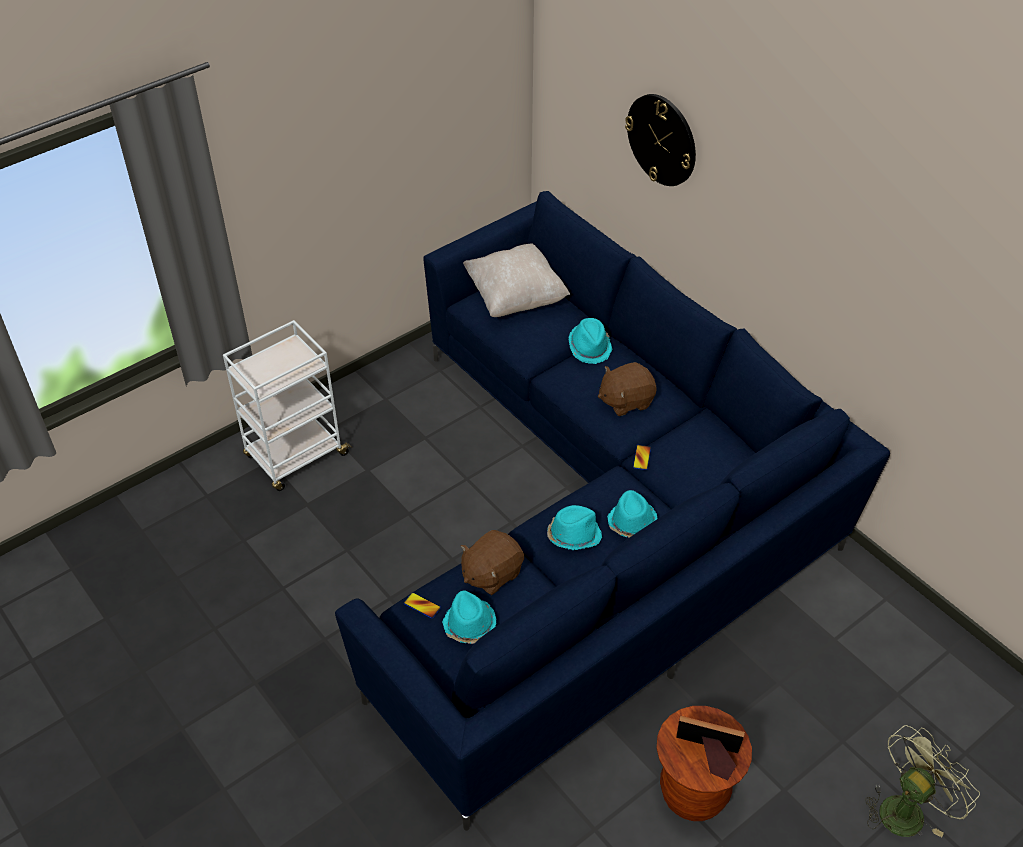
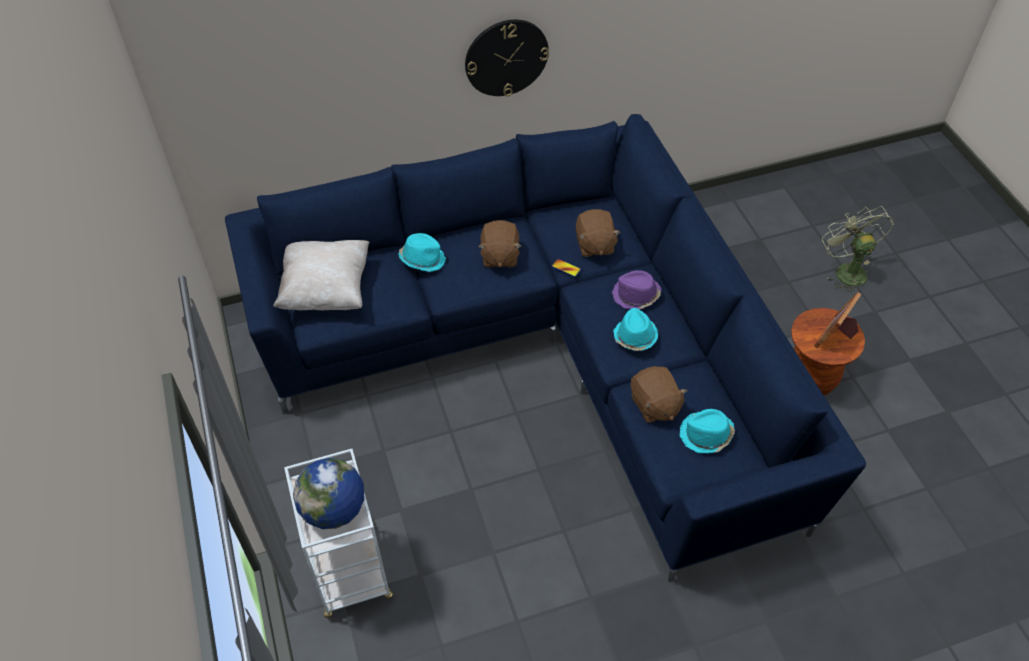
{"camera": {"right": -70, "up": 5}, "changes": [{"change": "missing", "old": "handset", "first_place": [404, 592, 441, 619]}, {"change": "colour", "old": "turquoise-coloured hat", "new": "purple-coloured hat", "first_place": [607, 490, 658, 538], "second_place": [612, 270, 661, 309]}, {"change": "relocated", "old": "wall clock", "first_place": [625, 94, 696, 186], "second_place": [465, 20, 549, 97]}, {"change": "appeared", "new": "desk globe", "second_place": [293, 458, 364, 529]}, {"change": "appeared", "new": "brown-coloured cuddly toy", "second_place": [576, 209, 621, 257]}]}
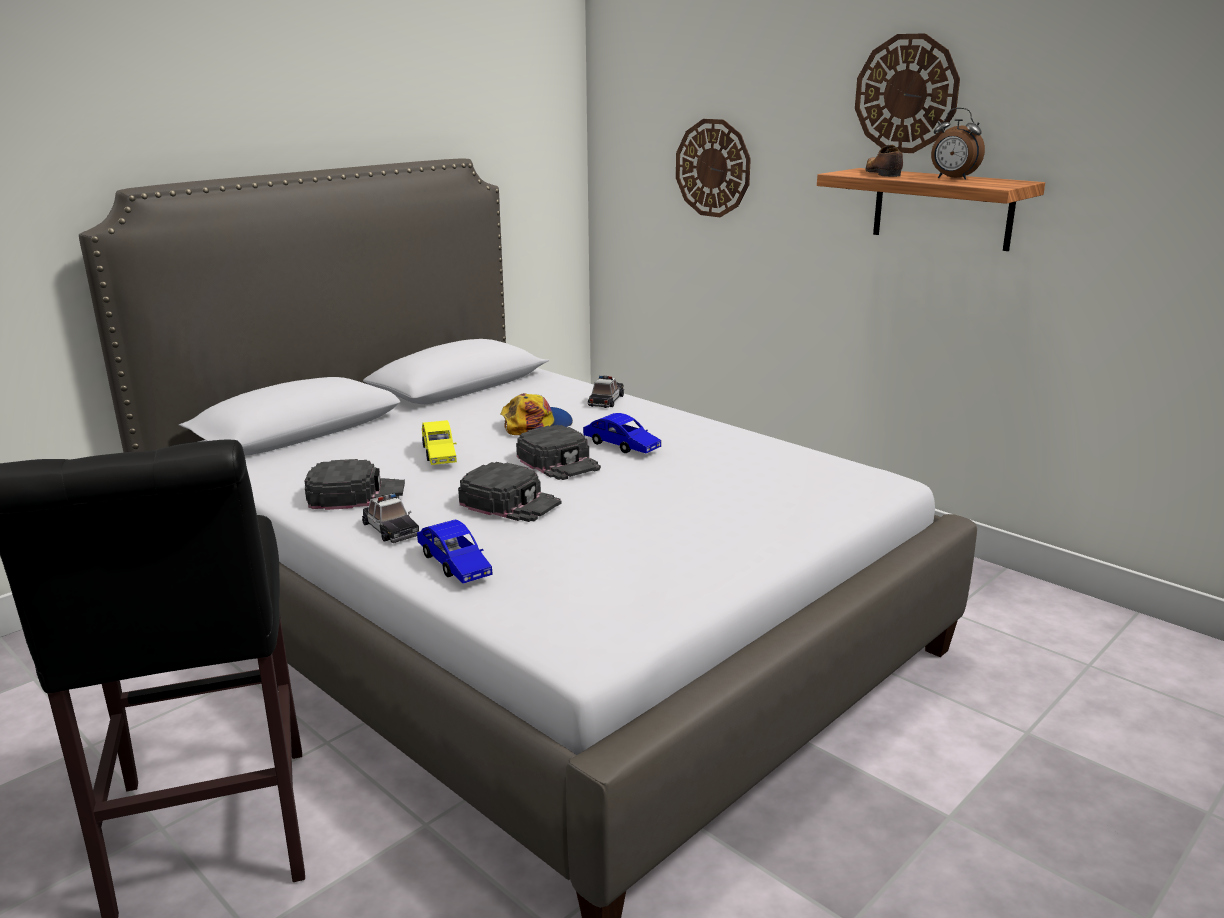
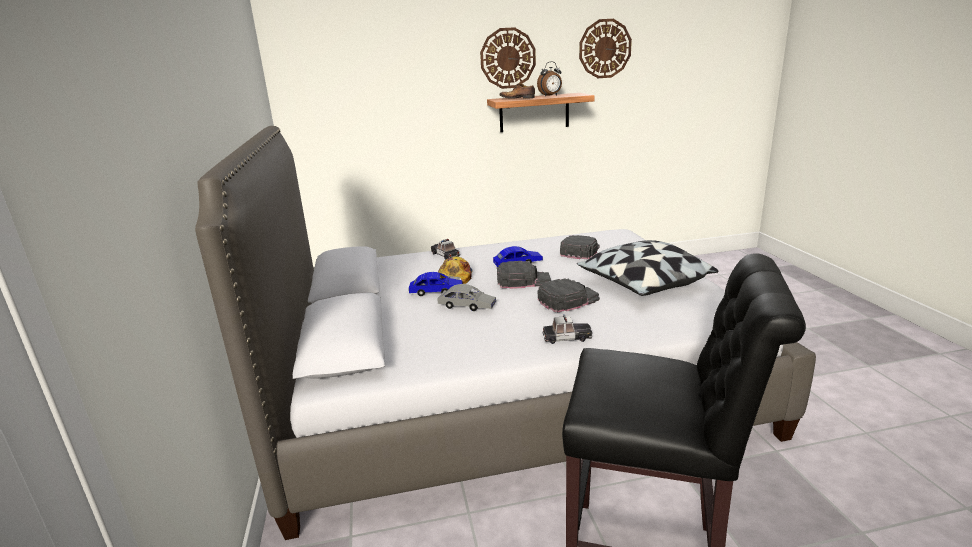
{"camera": {"right": -55, "up": 0}, "changes": [{"change": "relocated", "old": "black cap", "first_place": [305, 459, 405, 510], "second_place": [560, 235, 600, 259]}, {"change": "relocated", "old": "blue-coloured model car", "first_place": [417, 520, 493, 584], "second_place": [409, 272, 463, 296]}, {"change": "colour", "old": "yellowish model car", "new": "gray model car", "first_place": [422, 420, 457, 465], "second_place": [437, 284, 496, 311]}, {"change": "relocated", "old": "wall clock", "first_place": [676, 119, 751, 217], "second_place": [579, 19, 632, 78]}, {"change": "appeared", "new": "cushion", "second_place": [577, 240, 719, 296]}]}
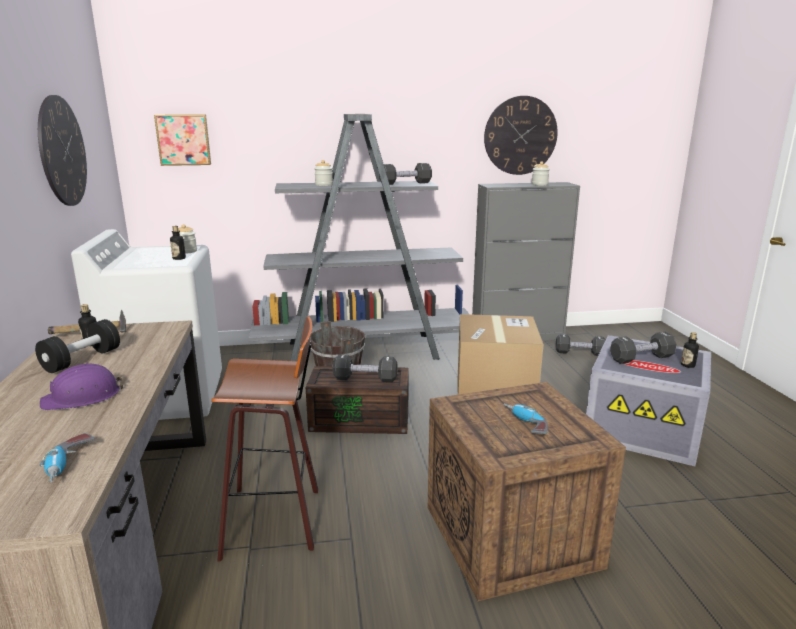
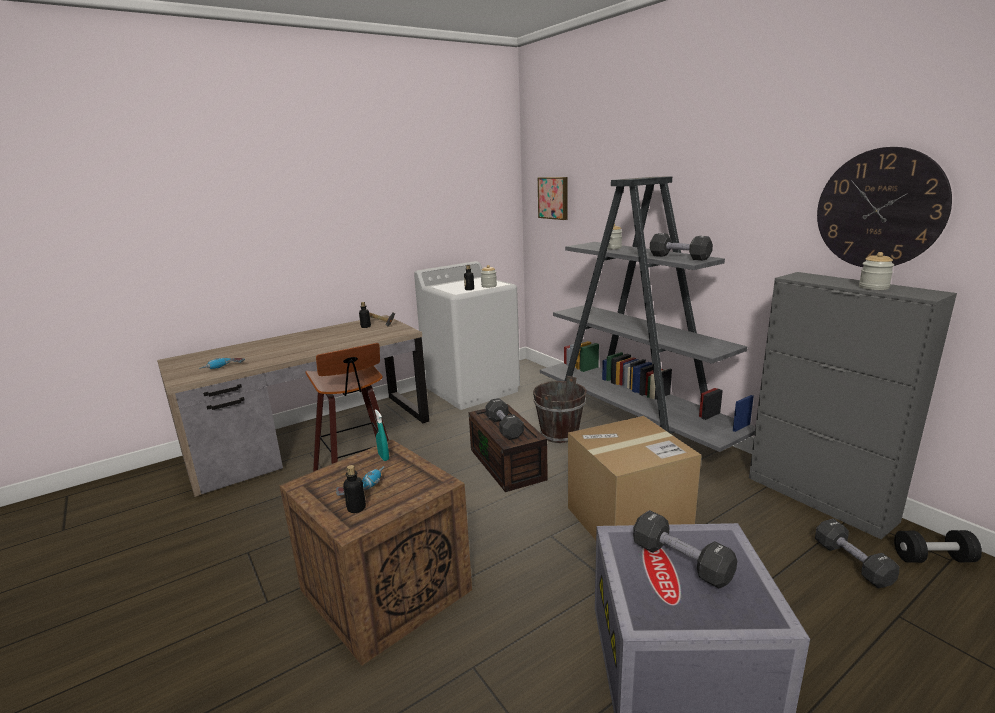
{"camera": {"right": 65, "up": 0}, "changes": [{"change": "relocated", "old": "black dumbbell", "first_place": [35, 319, 120, 373], "second_place": [894, 530, 982, 563]}, {"change": "missing", "old": "wall clock", "first_place": [38, 95, 87, 206]}, {"change": "missing", "old": "purple-coloured hard hat", "first_place": [40, 363, 123, 410]}, {"change": "relocated", "old": "beverage bottle", "first_place": [681, 332, 699, 368], "second_place": [343, 465, 366, 513]}, {"change": "appeared", "new": "turquoise-coloured spray bottle", "second_place": [375, 409, 389, 461]}]}
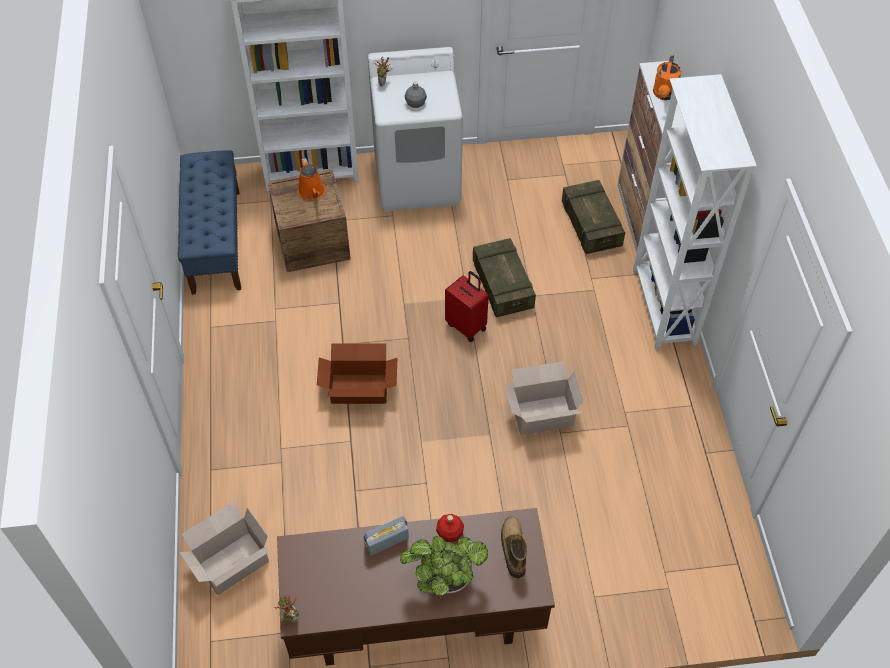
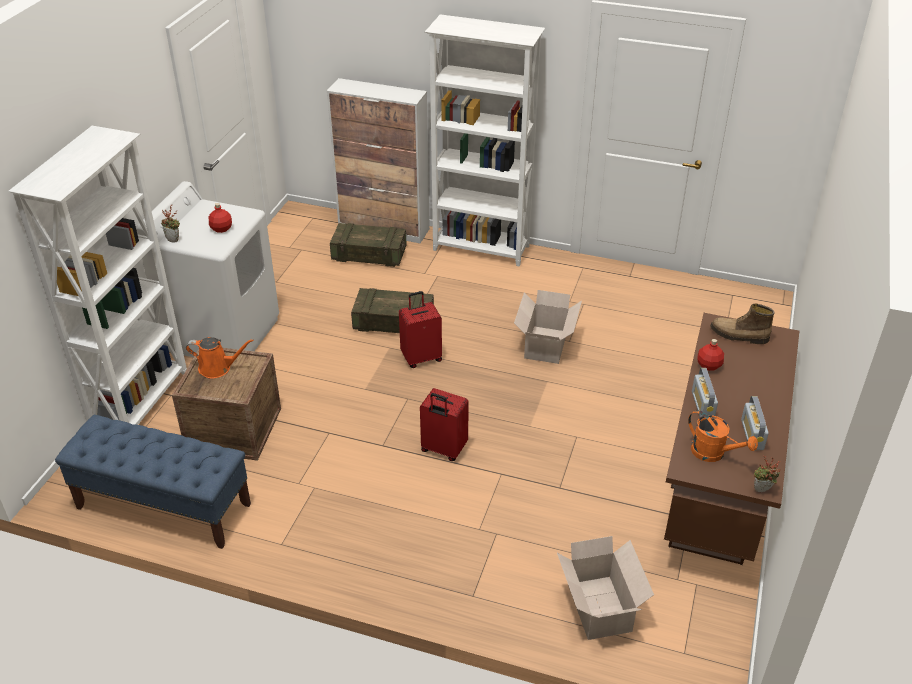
{"camera": {"right": -65, "up": -15}, "changes": [{"change": "exchanged", "old": "packing box", "new": "reddish piece of luggage", "first_place": [317, 344, 397, 404], "second_place": [420, 388, 469, 461]}, {"change": "missing", "old": "potted plant", "first_place": [400, 536, 488, 596]}, {"change": "colour", "old": "gray beverage bottle", "new": "reddish beverage bottle", "first_place": [405, 81, 427, 108], "second_place": [209, 203, 232, 233]}, {"change": "relocated", "old": "orange-coloured watering can", "first_place": [653, 55, 682, 100], "second_place": [688, 410, 758, 462]}, {"change": "appeared", "new": "radio set", "second_place": [741, 396, 769, 450]}]}
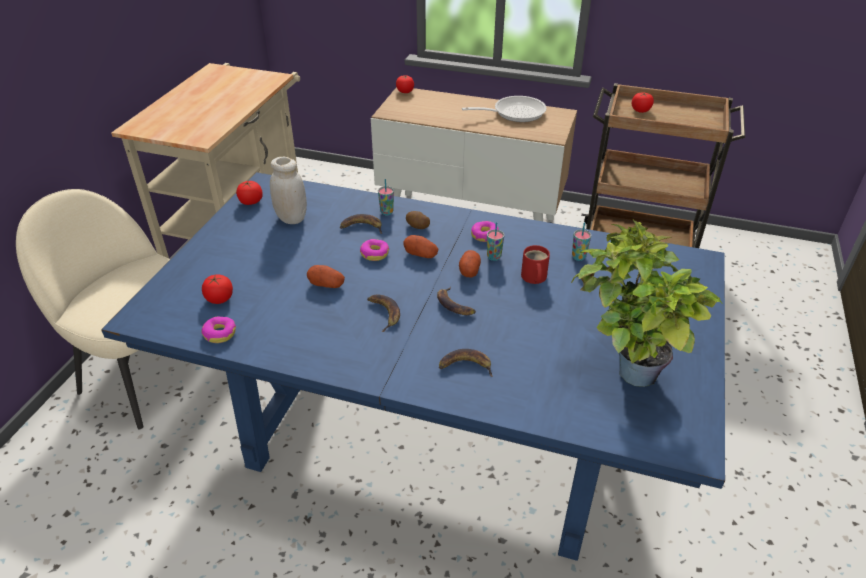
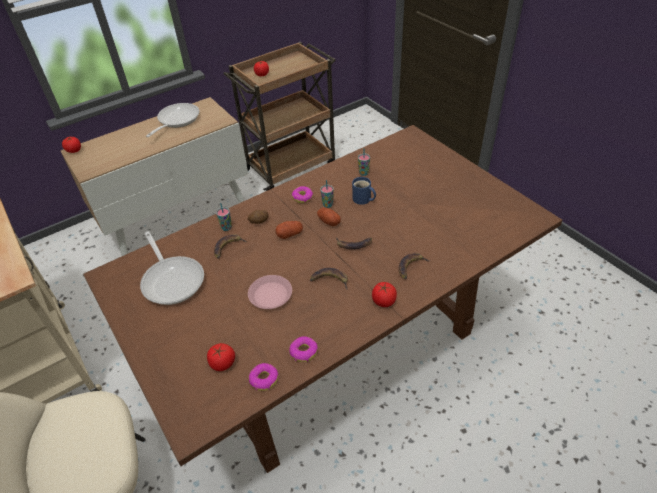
{"camera": {"right": -50, "up": 5}, "changes": [{"change": "colour", "old": "blue-coloured dinner table", "new": "brown-coloured dinner table", "first_place": [101, 172, 725, 561], "second_place": [83, 125, 562, 473]}, {"change": "relocated", "old": "whole tomato", "first_place": [236, 180, 263, 205], "second_place": [372, 282, 397, 307]}, {"change": "exchanged", "old": "white jar", "new": "frying pan", "first_place": [270, 157, 307, 224], "second_place": [140, 231, 204, 305]}, {"change": "exchanged", "old": "potato", "new": "pink plate", "first_place": [307, 265, 345, 288], "second_place": [248, 275, 292, 309]}, {"change": "relocated", "old": "donut", "first_place": [360, 239, 389, 261], "second_place": [289, 336, 318, 362]}, {"change": "colour", "old": "reddish coffee mug", "new": "blue-coloured coffee mug", "first_place": [521, 245, 550, 284], "second_place": [352, 177, 376, 205]}, {"change": "missing", "old": "potted plant", "first_place": [571, 220, 722, 387]}]}
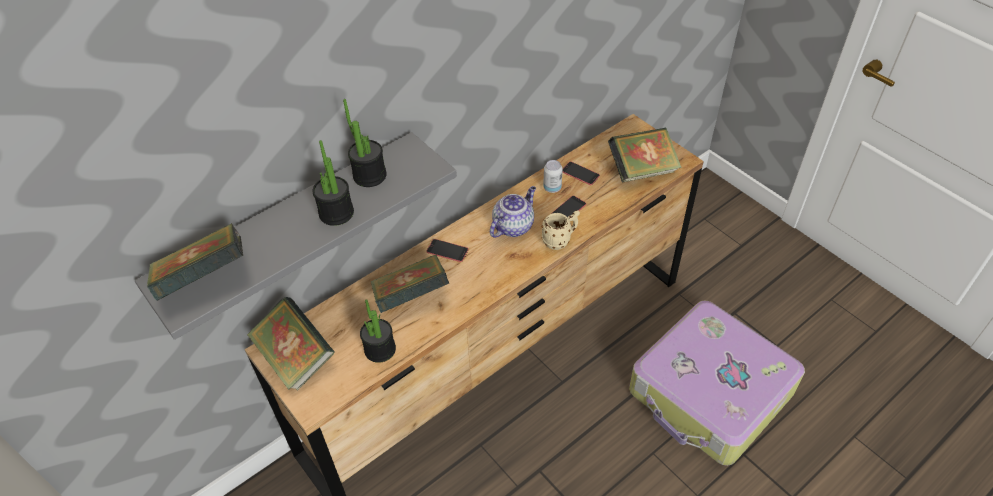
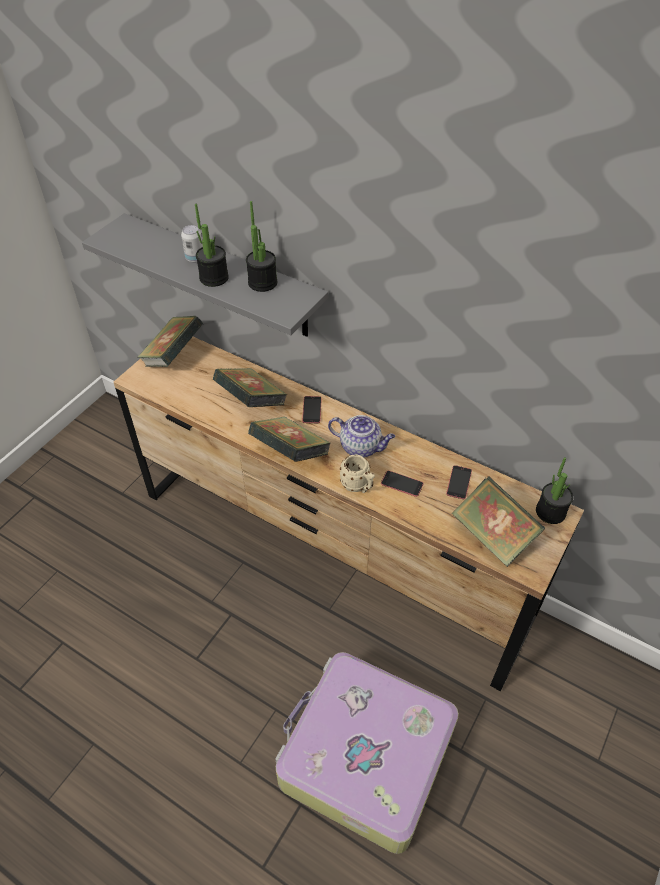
{"camera": {"right": 70, "up": 0}, "changes": [{"change": "relocated", "old": "book", "first_place": [147, 223, 243, 301], "second_place": [248, 416, 331, 462]}, {"change": "relocated", "old": "potted plant", "first_place": [360, 299, 396, 363], "second_place": [536, 457, 573, 524]}, {"change": "relocated", "old": "metal can", "first_place": [543, 160, 563, 193], "second_place": [181, 225, 203, 263]}]}
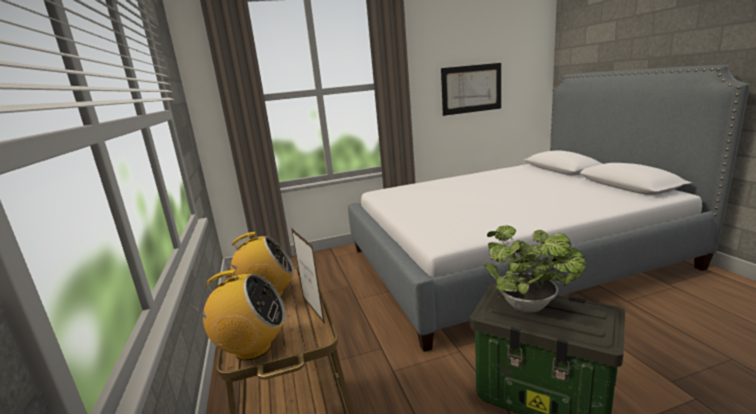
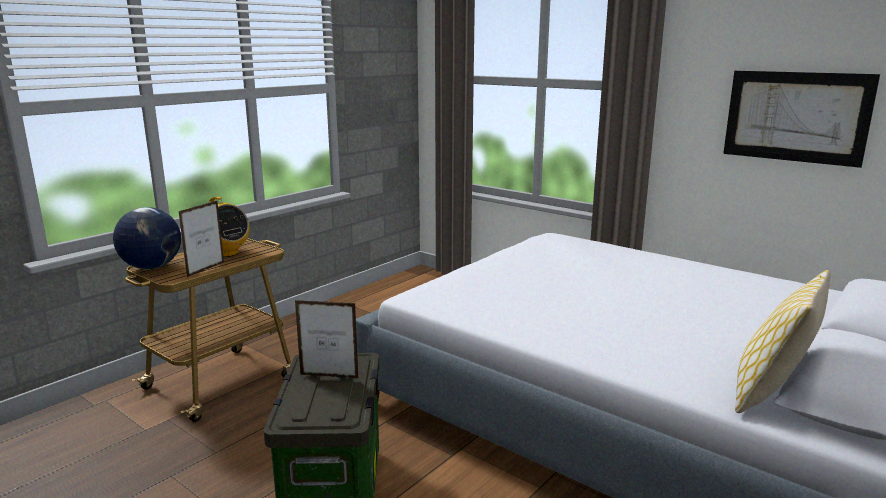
{"camera": {"right": 55, "up": 0}, "changes": [{"change": "exchanged", "old": "radio set", "new": "desk globe", "first_place": [188, 270, 285, 361], "second_place": [113, 207, 181, 269]}, {"change": "exchanged", "old": "potted plant", "new": "standing frame", "first_place": [484, 225, 586, 313], "second_place": [295, 300, 359, 379]}, {"change": "appeared", "new": "cushion", "second_place": [735, 270, 831, 413]}]}
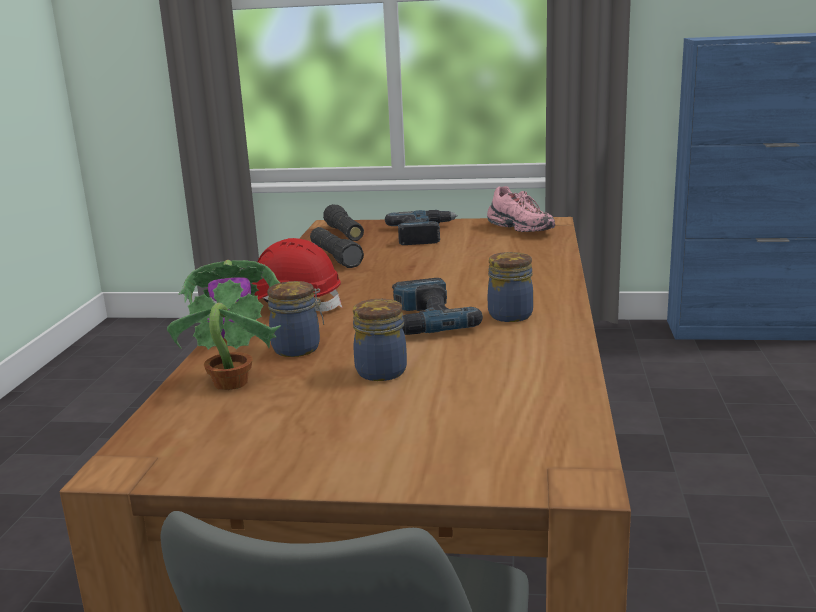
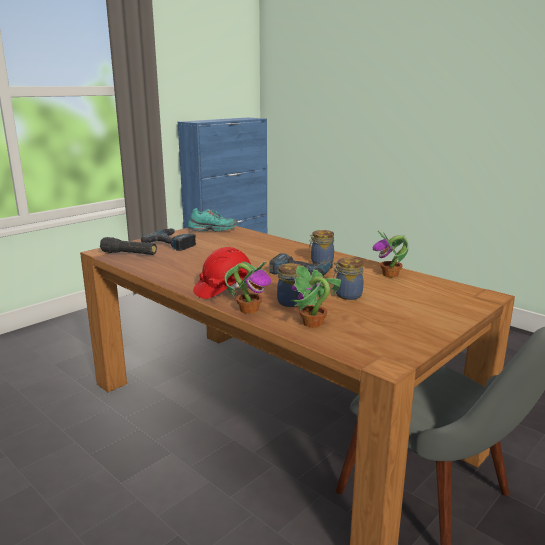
{"camera": {"right": -55, "up": 0}, "changes": [{"change": "missing", "old": "black hand torch", "first_place": [310, 227, 364, 268]}, {"change": "colour", "old": "pink low shoe", "new": "turquoise-coloured low shoe", "first_place": [487, 186, 555, 232], "second_place": [188, 208, 238, 231]}, {"change": "appeared", "new": "potted plant", "second_place": [373, 231, 408, 277]}]}
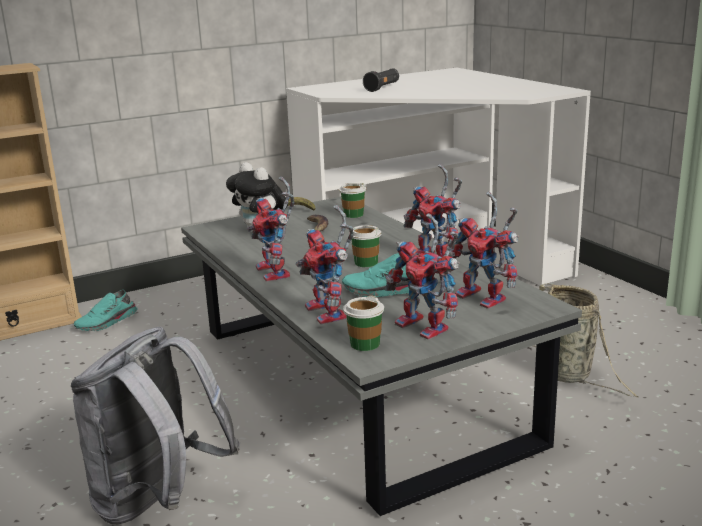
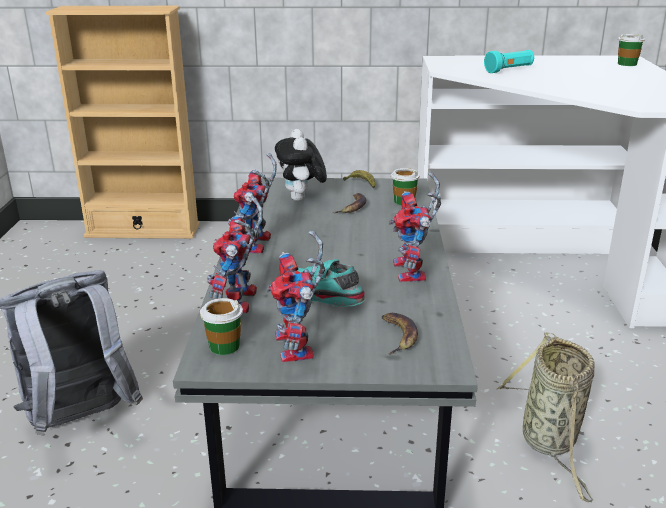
{"camera": {"right": 30, "up": 5}, "changes": [{"change": "missing", "old": "turquoise-coloured low shoe", "first_place": [73, 290, 138, 331]}, {"change": "relocated", "old": "drinking cup", "first_place": [352, 225, 381, 267], "second_place": [618, 34, 645, 66]}, {"change": "colour", "old": "black hand torch", "new": "turquoise-coloured hand torch", "first_place": [363, 68, 399, 92], "second_place": [484, 50, 534, 73]}, {"change": "exchanged", "old": "toy robot", "new": "banana fruit", "first_place": [449, 192, 519, 309], "second_place": [382, 313, 418, 355]}]}
